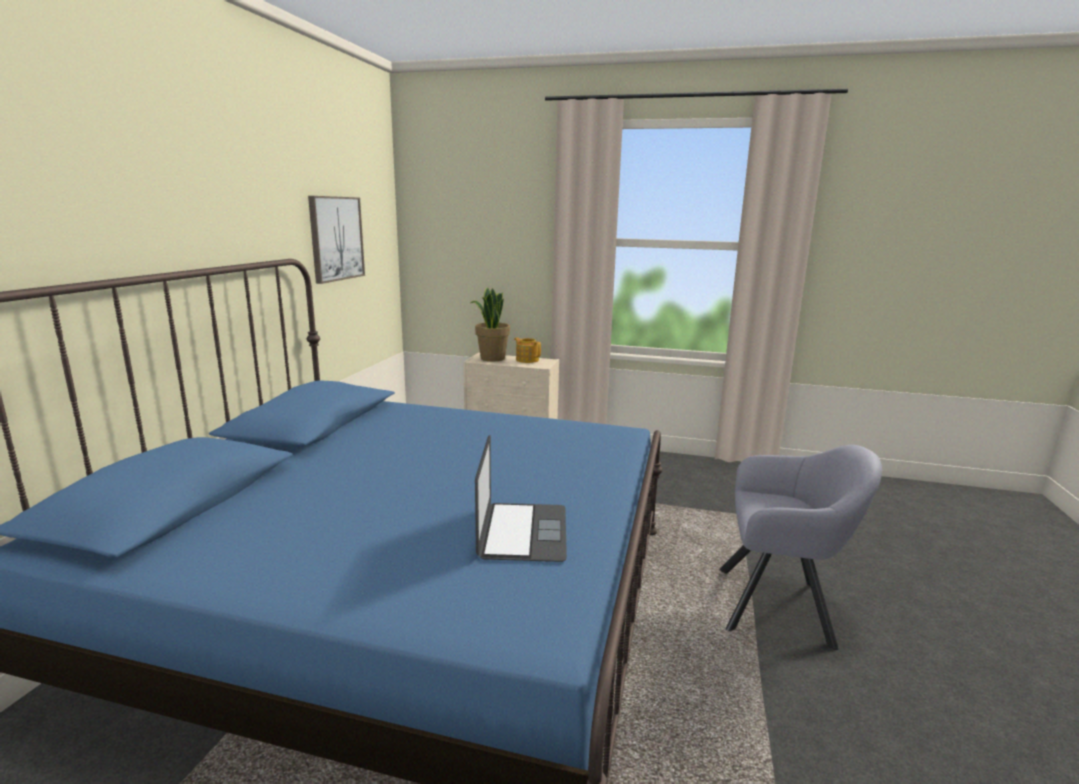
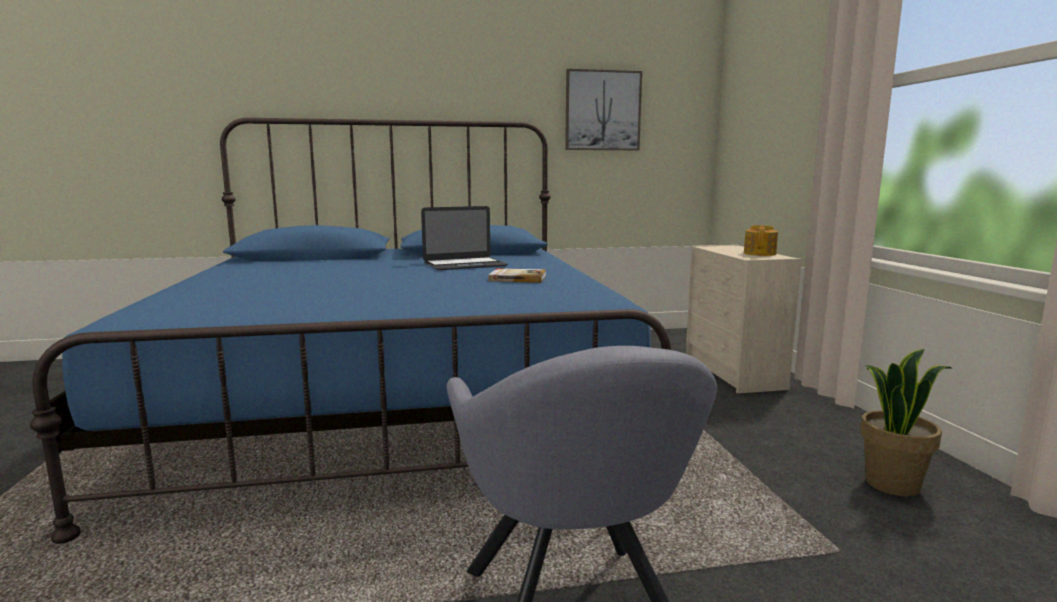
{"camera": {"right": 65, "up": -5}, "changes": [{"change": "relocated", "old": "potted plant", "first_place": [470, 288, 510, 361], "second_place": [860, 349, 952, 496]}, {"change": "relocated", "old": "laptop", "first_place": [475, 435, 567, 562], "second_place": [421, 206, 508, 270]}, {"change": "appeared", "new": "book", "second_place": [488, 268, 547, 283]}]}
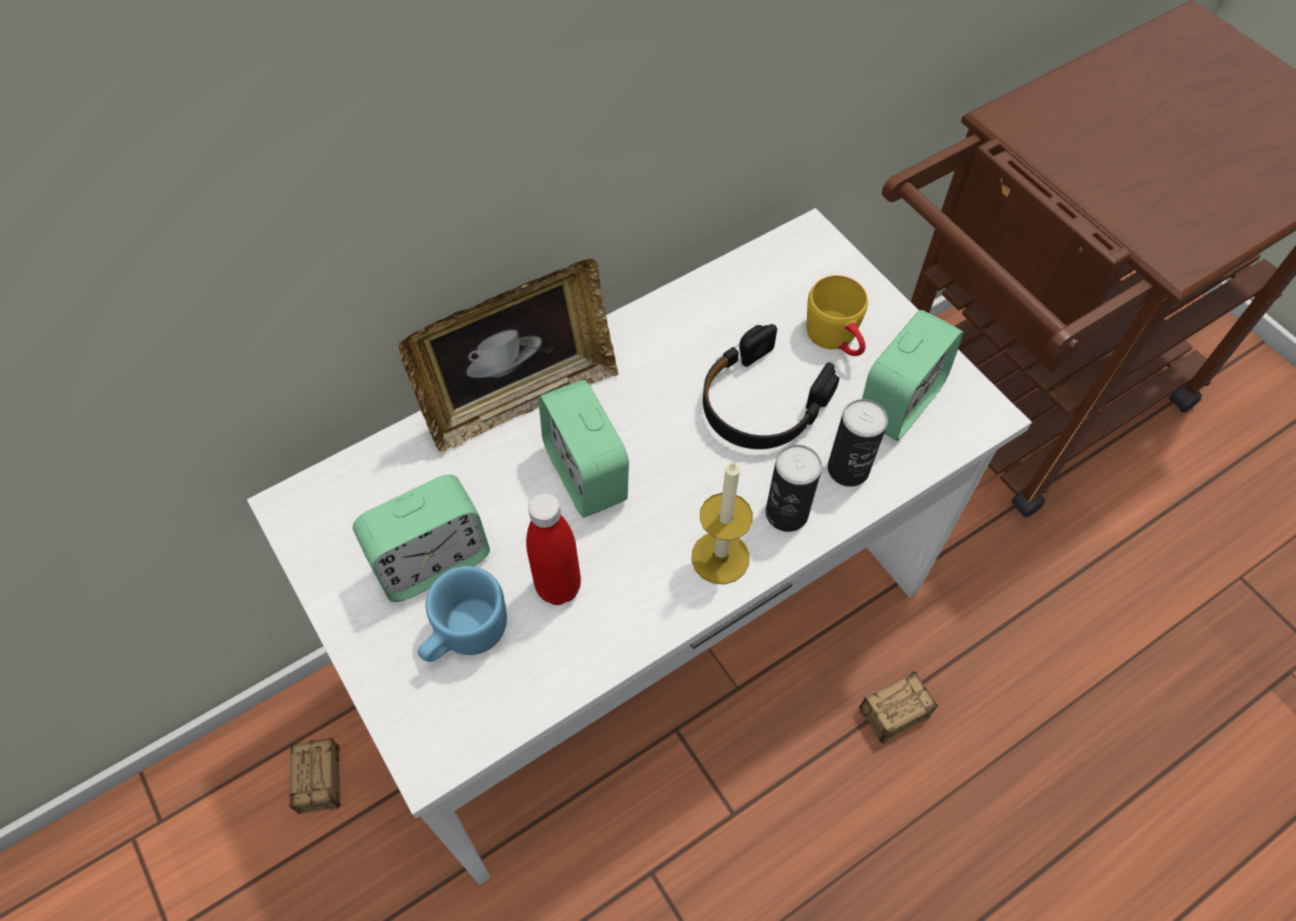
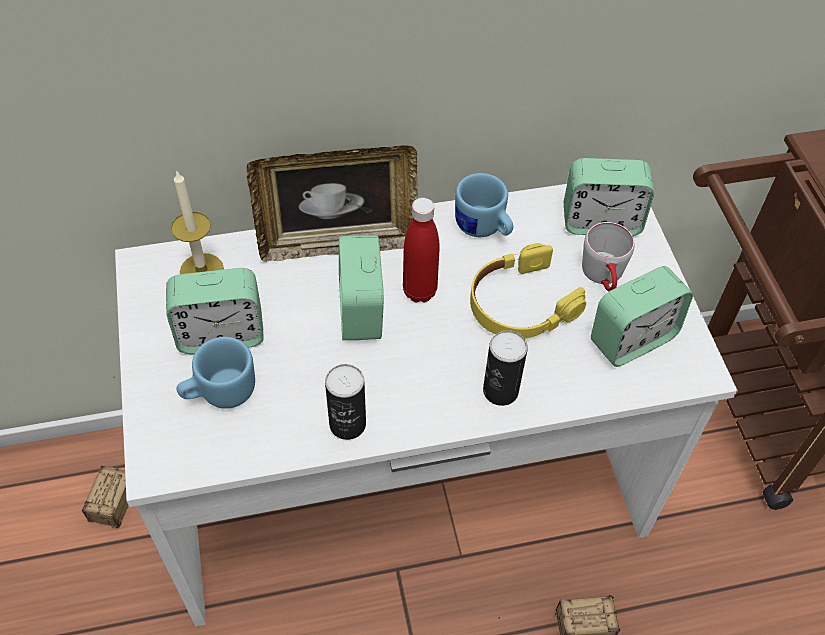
{"camera": {"right": 20, "up": -5}, "changes": [{"change": "relocated", "old": "reddish beverage bottle", "first_place": [526, 493, 581, 605], "second_place": [403, 198, 440, 303]}, {"change": "relocated", "old": "candle", "first_place": [692, 460, 753, 584], "second_place": [171, 172, 224, 274]}, {"change": "colour", "old": "black pair of headphones", "new": "yellowish pair of headphones", "first_place": [703, 324, 839, 449], "second_place": [470, 243, 586, 338]}, {"change": "colour", "old": "yellowish coffee mug", "new": "gray coffee mug", "first_place": [807, 275, 868, 356], "second_place": [582, 222, 635, 291]}, {"change": "relocated", "old": "metal can", "first_place": [828, 399, 888, 487], "second_place": [325, 364, 366, 440]}, {"change": "appeared", "new": "blue-coloured coffee mug", "second_place": [455, 173, 513, 237]}, {"change": "appeared", "new": "table clock", "second_place": [564, 158, 654, 236]}]}
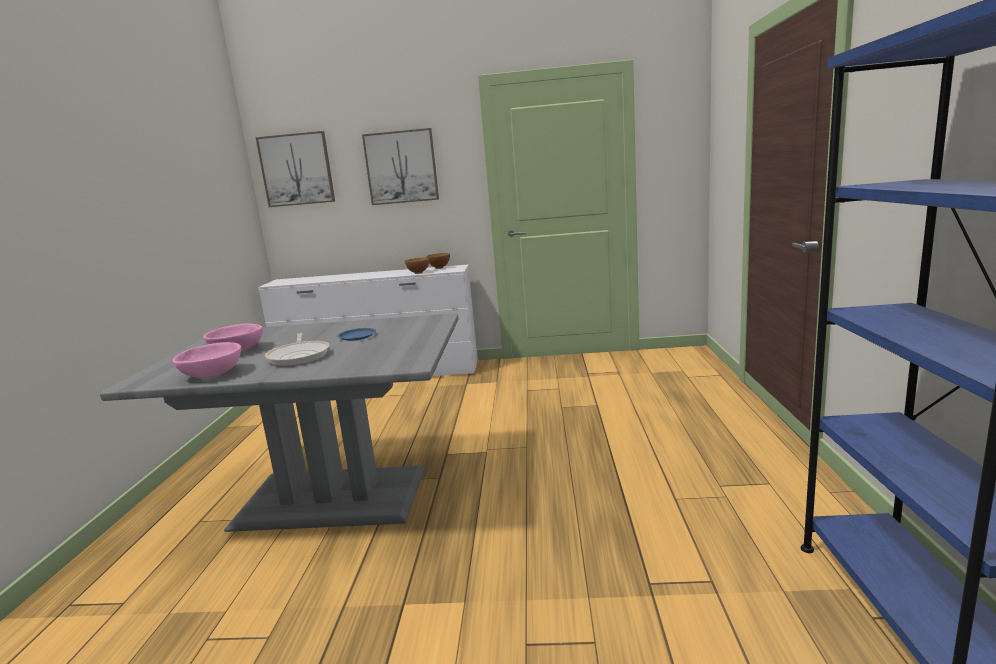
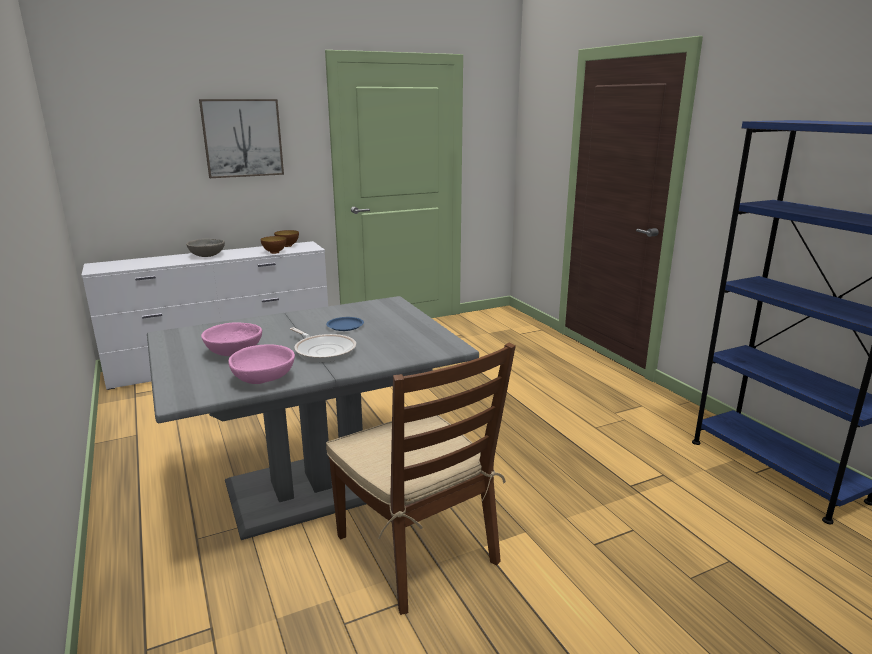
{"camera": {"right": -30, "up": 5}, "changes": [{"change": "missing", "old": "picture", "first_place": [256, 131, 335, 207]}, {"change": "appeared", "new": "gray deep dish", "second_place": [186, 239, 225, 257]}, {"change": "appeared", "new": "brown-coloured chair", "second_place": [326, 343, 516, 615]}]}
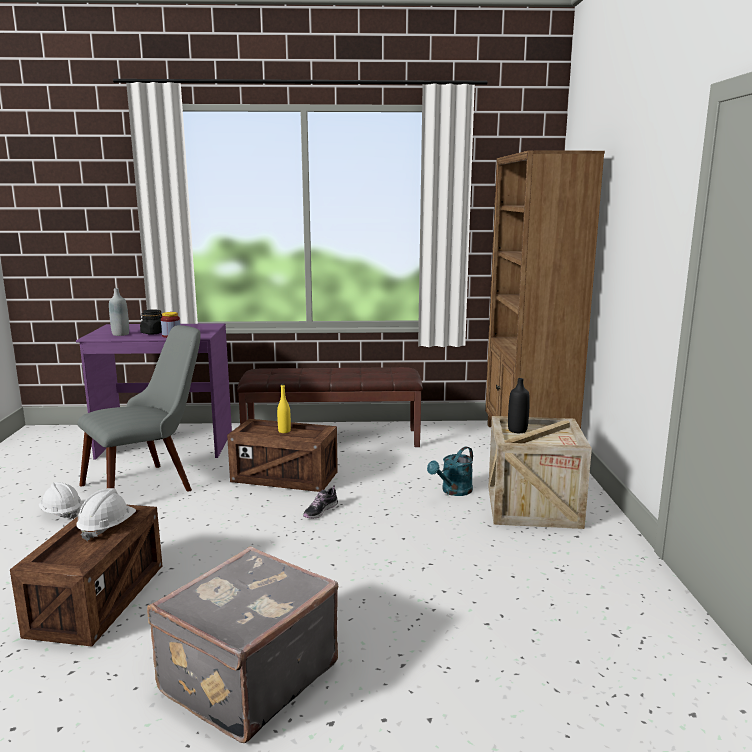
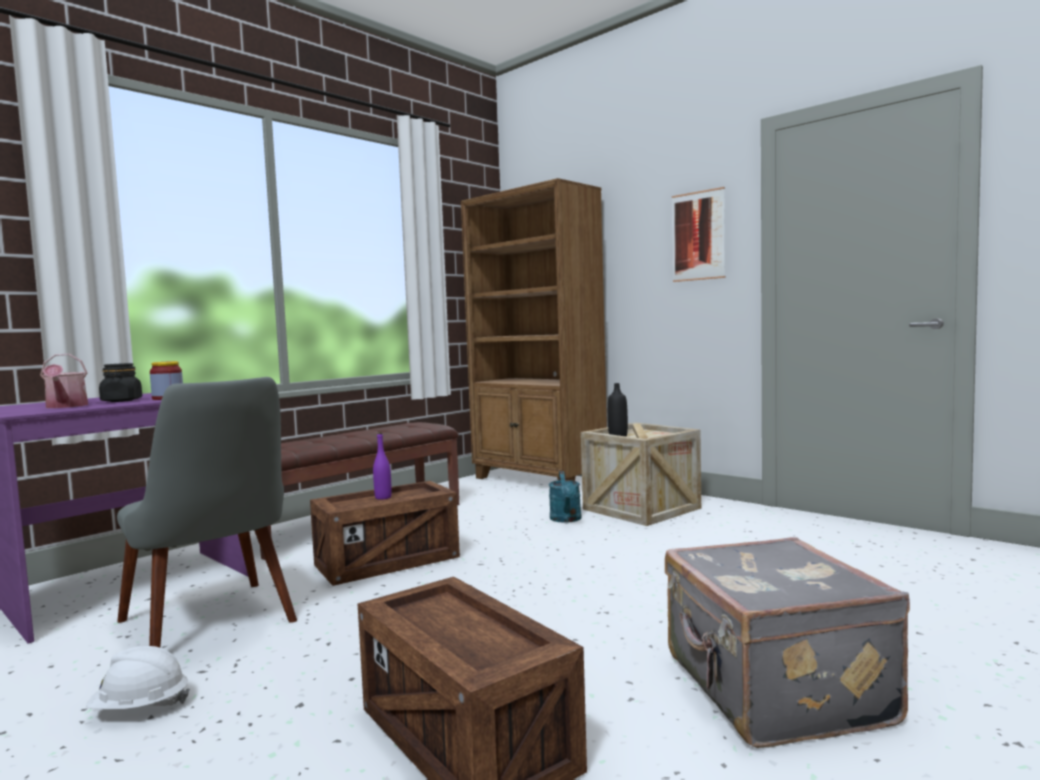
{"camera": {"right": -45, "up": -10}, "changes": [{"change": "missing", "old": "white hard hat", "first_place": [76, 488, 136, 541]}, {"change": "spun", "old": "gray chair", "first_place": [77, 325, 201, 492], "second_place": [117, 377, 297, 647], "degrees": 135}, {"change": "exchanged", "old": "gray beverage bottle", "new": "watering can", "first_place": [109, 288, 129, 336], "second_place": [40, 354, 88, 408]}, {"change": "colour", "old": "yellowish beverage bottle", "new": "purple-coloured beverage bottle", "first_place": [277, 384, 291, 433], "second_place": [373, 433, 392, 500]}, {"change": "missing", "old": "low shoe", "first_place": [303, 485, 338, 519]}, {"change": "appeared", "new": "picture", "second_place": [672, 187, 725, 282]}]}
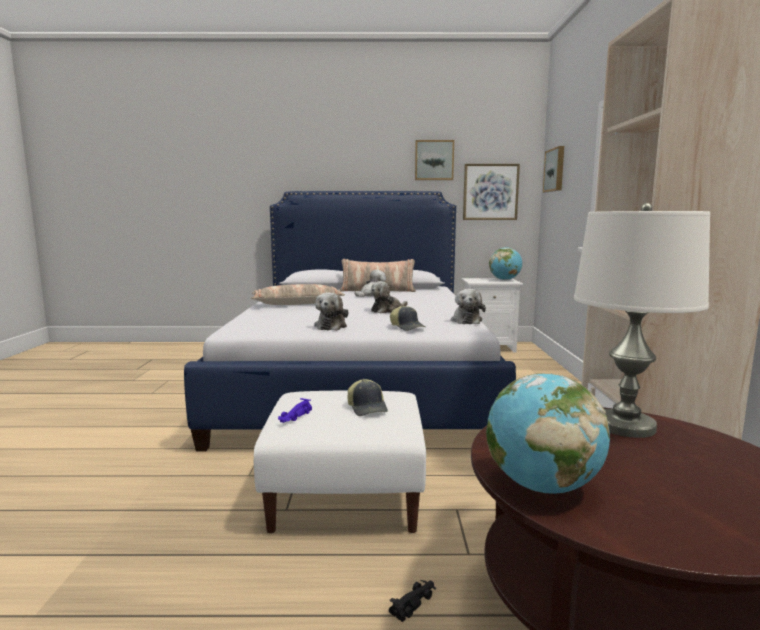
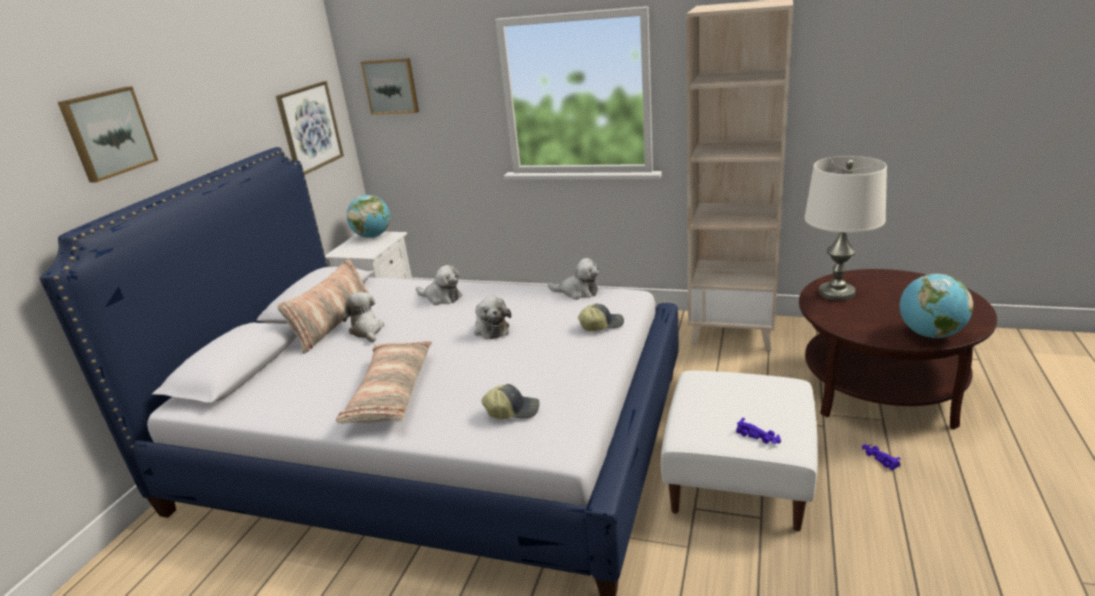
{"camera": {"right": -70, "up": 15}, "changes": [{"change": "relocated", "old": "cuddly toy", "first_place": [314, 292, 348, 330], "second_place": [416, 265, 462, 305]}, {"change": "relocated", "old": "cap", "first_place": [348, 379, 388, 416], "second_place": [481, 384, 540, 419]}, {"change": "colour", "old": "black model car", "new": "purple-coloured model car", "first_place": [389, 580, 436, 622], "second_place": [862, 444, 901, 470]}, {"change": "relocated", "old": "picture", "first_place": [415, 140, 454, 180], "second_place": [58, 86, 158, 182]}]}
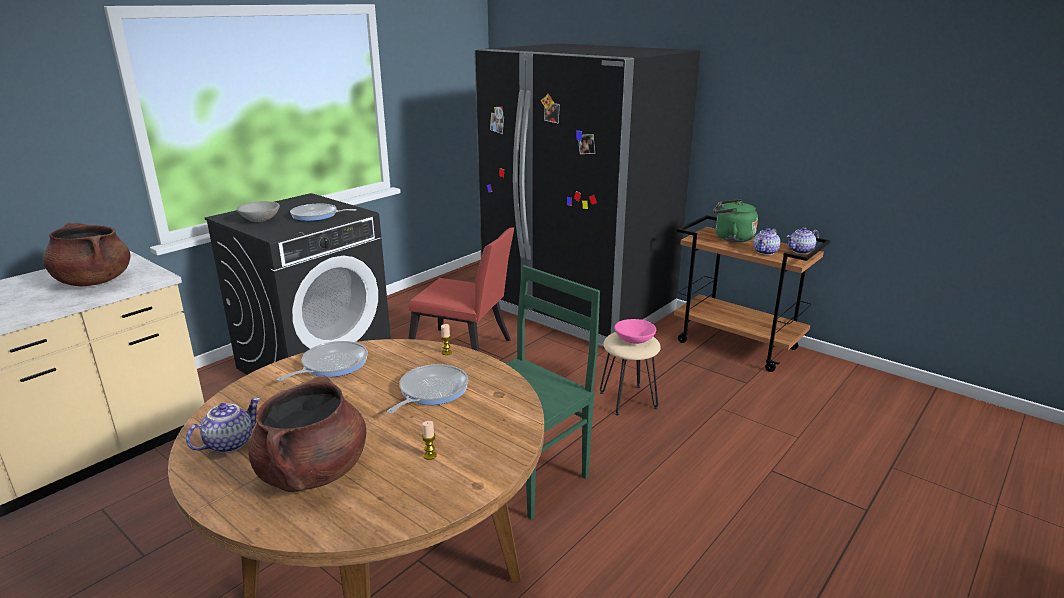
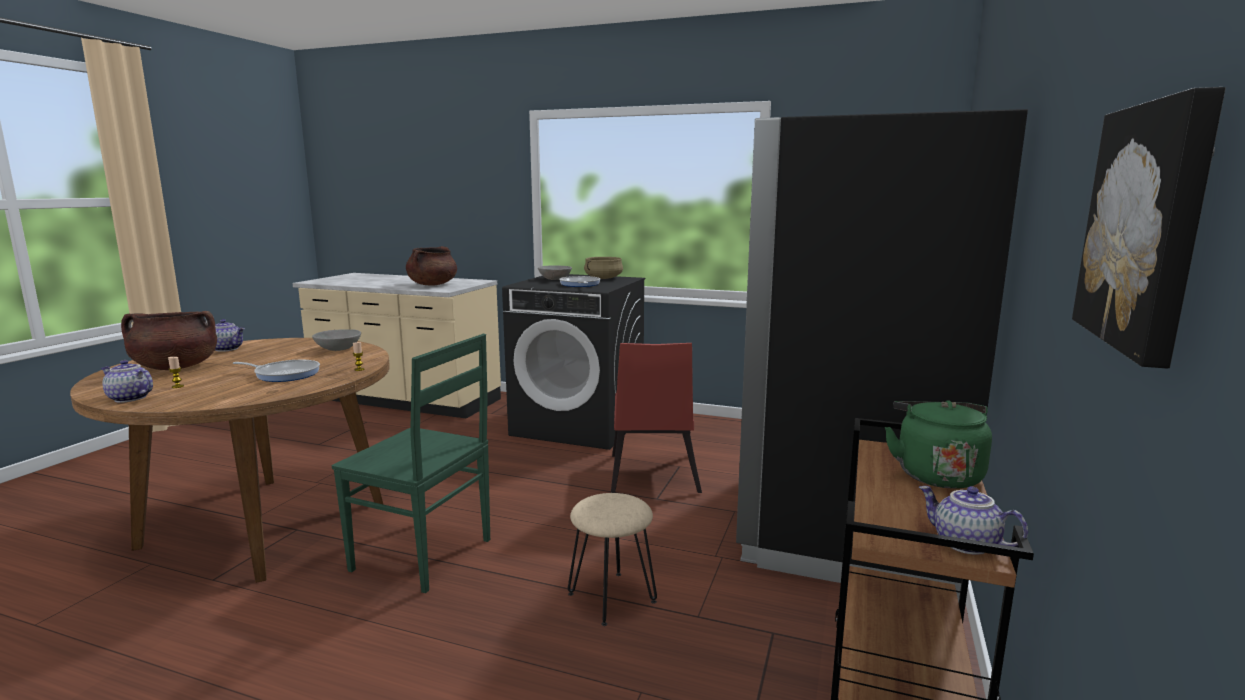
{"camera": {"right": 70, "up": -10}, "changes": [{"change": "exchanged", "old": "frying pan", "new": "gray deep dish", "first_place": [277, 341, 368, 381], "second_place": [312, 329, 361, 351]}, {"change": "missing", "old": "pink deep dish", "first_place": [614, 319, 656, 344]}, {"change": "relocated", "old": "teapot", "first_place": [753, 228, 780, 255], "second_place": [101, 360, 153, 403]}, {"change": "appeared", "new": "beige stockpot", "second_place": [584, 257, 623, 279]}, {"change": "appeared", "new": "picture", "second_place": [1072, 87, 1226, 369]}]}
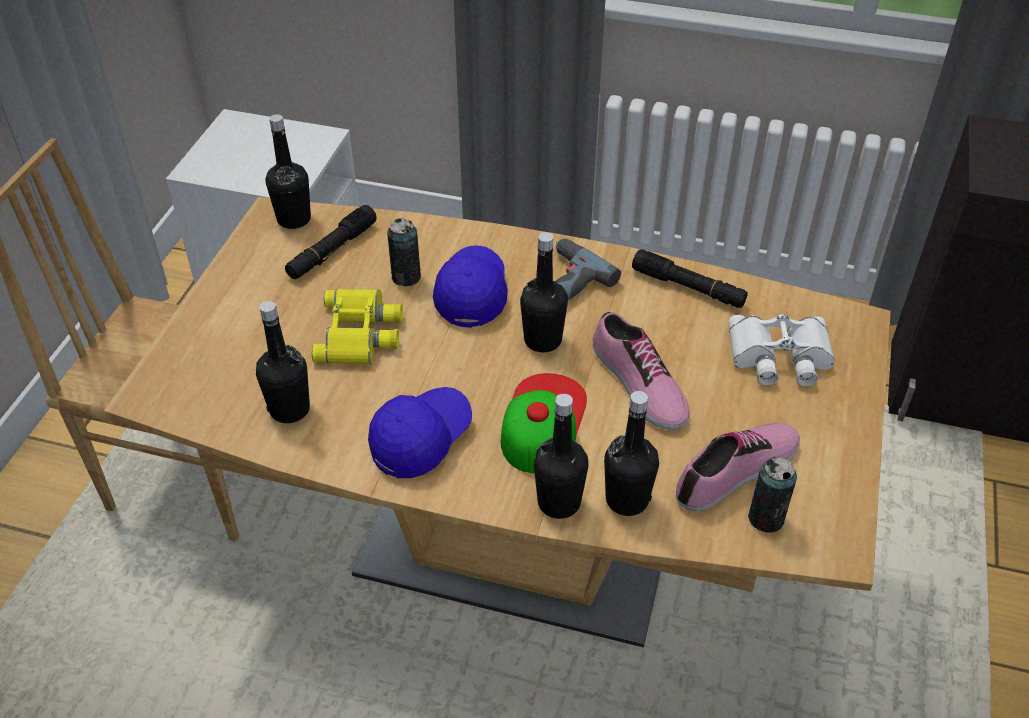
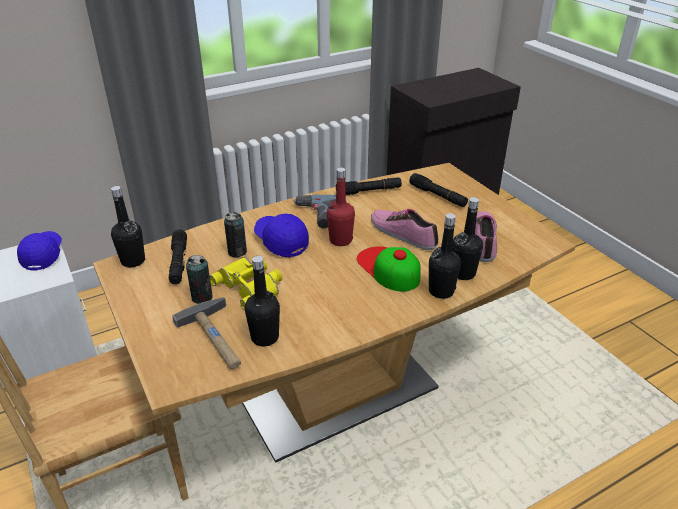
{"camera": {"right": -45, "up": -10}, "changes": [{"change": "relocated", "old": "blue-coloured cap", "first_place": [368, 387, 472, 478], "second_place": [17, 231, 62, 271]}, {"change": "colour", "old": "black beverage bottle", "new": "reddish beverage bottle", "first_place": [520, 232, 568, 352], "second_place": [327, 168, 355, 246]}, {"change": "spun", "old": "low shoe", "first_place": [592, 312, 690, 430], "second_place": [371, 209, 439, 250], "degrees": -150}, {"change": "exchanged", "old": "white binoculars", "new": "black hand torch", "first_place": [728, 314, 835, 386], "second_place": [409, 173, 468, 207]}, {"change": "relocated", "old": "metal can", "first_place": [748, 457, 797, 533], "second_place": [186, 255, 213, 304]}, {"change": "appeared", "new": "hand hammer", "second_place": [172, 297, 241, 369]}]}
